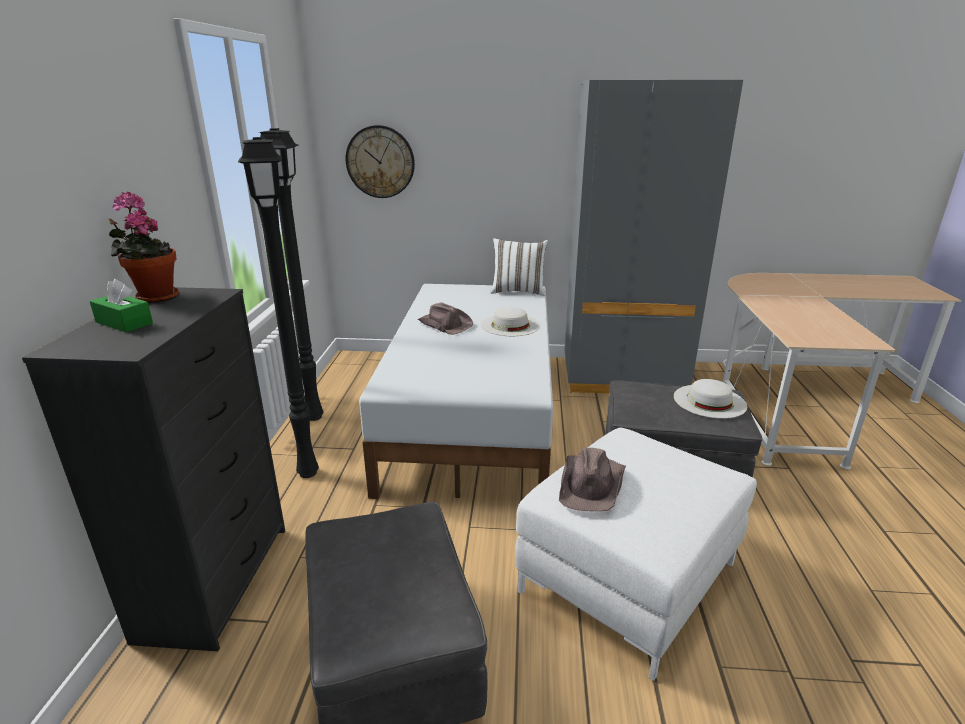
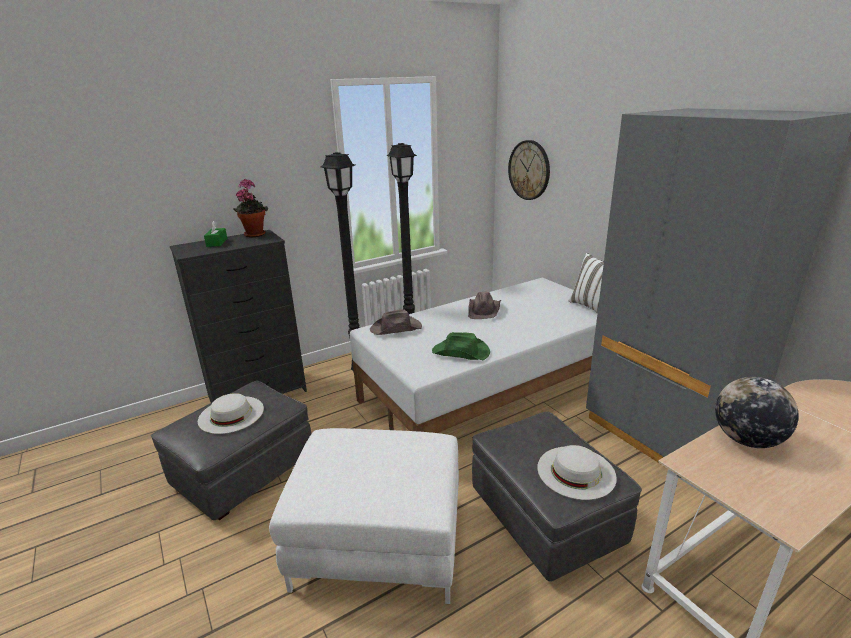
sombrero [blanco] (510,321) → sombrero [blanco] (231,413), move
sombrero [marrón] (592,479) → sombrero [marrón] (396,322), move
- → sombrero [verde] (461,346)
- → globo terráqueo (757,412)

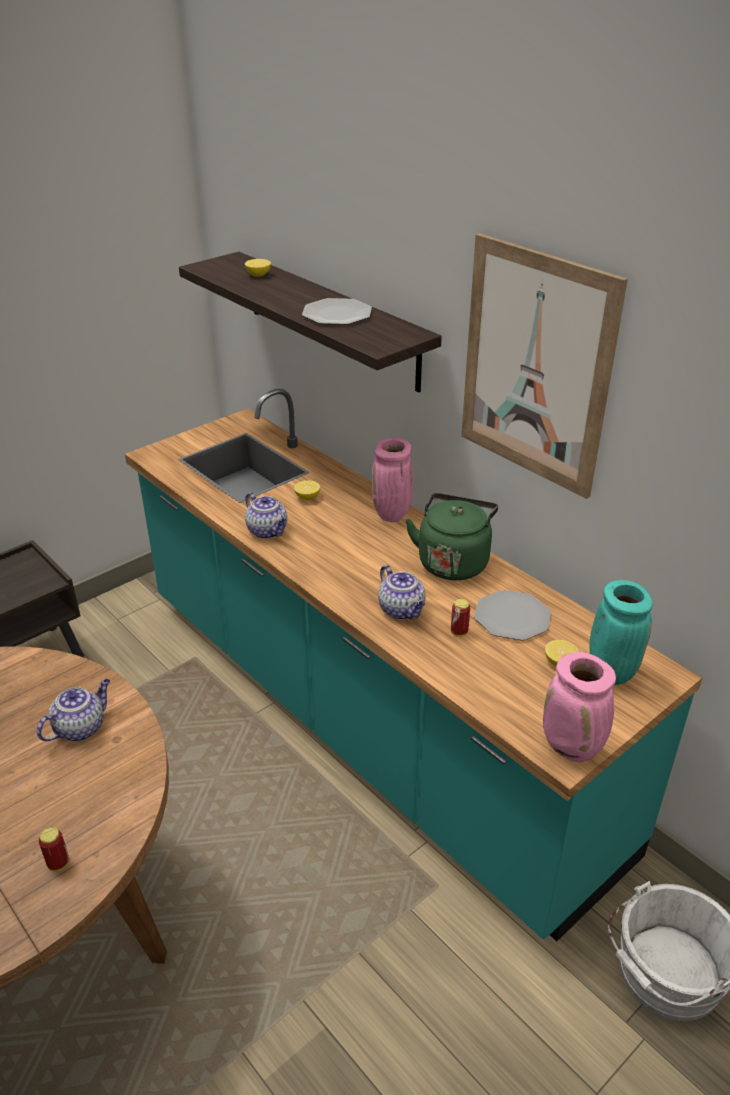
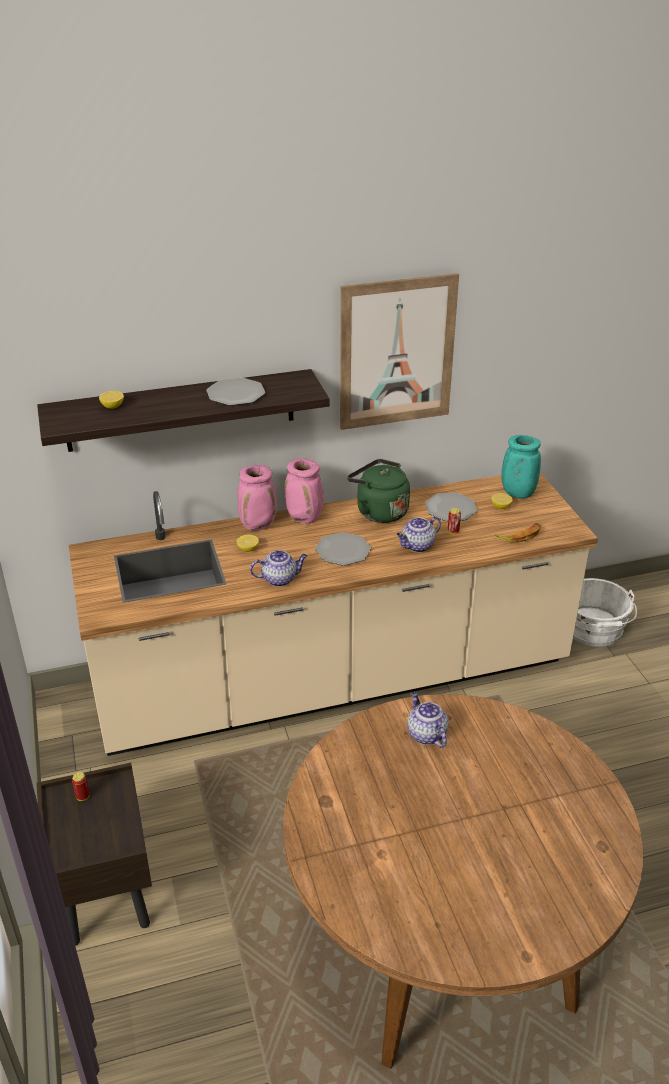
mueble bajo de cocina [turquesa] (413,665) → mueble bajo de cocina [beis] (333,614)
lata (54,849) → lata (81,786), move
florero [rosa] (579,707) → florero [rosa] (257,498), move
- → plato (343,549)
tetera (402,592) → tetera (419,534), 150 degrees clockwise
- → plátano (517,532)

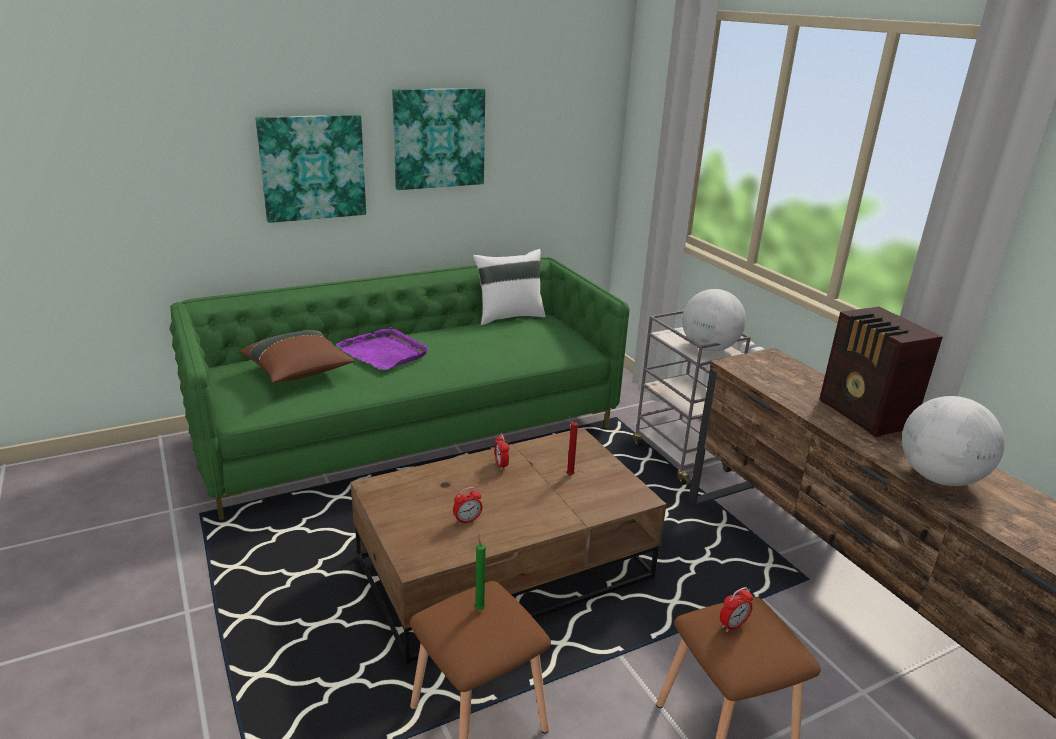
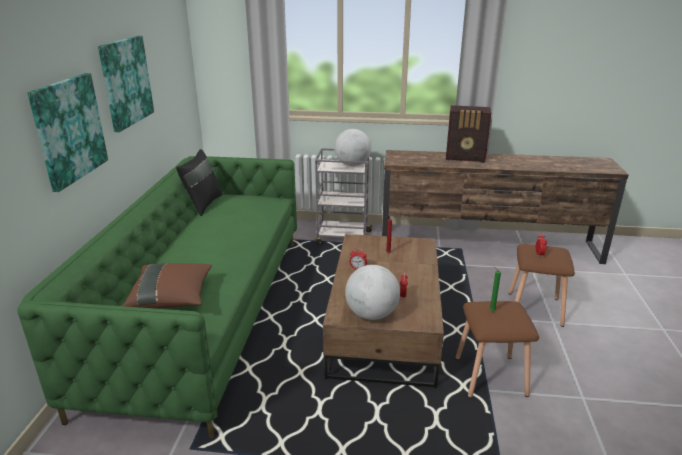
cojín [blanco] (509,287) → cojín [negro] (199,182)
globo terráqueo (953,441) → globo terráqueo (372,292), move
bandeja [morado] (382,348) → -

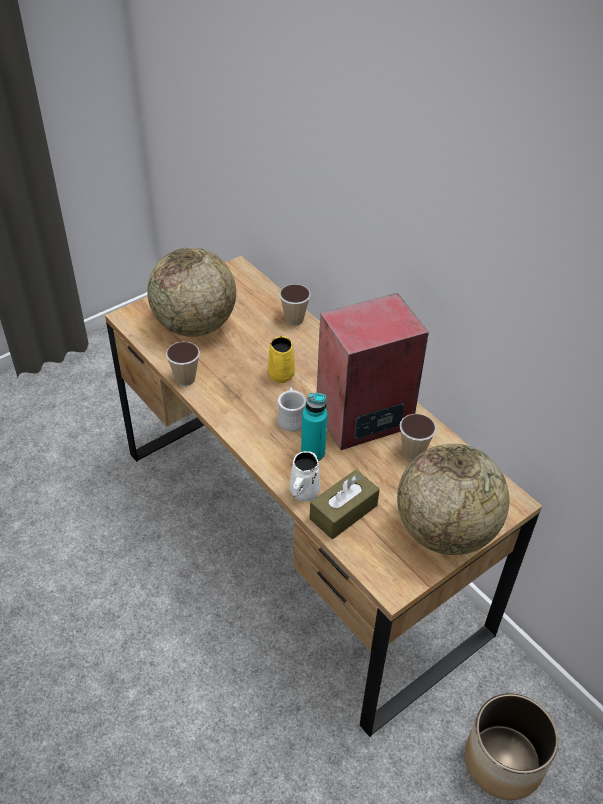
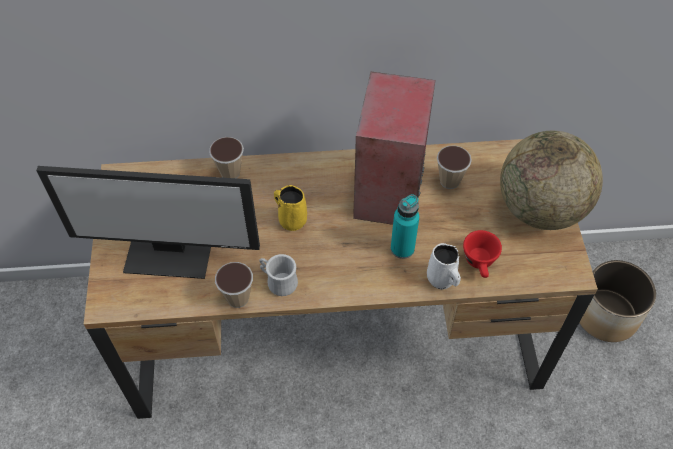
globo terráqueo (191,292) → monitor (148,222)
taza grande [blanco] (291,409) → taza grande [blanco] (278,275), move
caja de pañuelos [marrón] (344,504) → taza [rojo] (482,254)

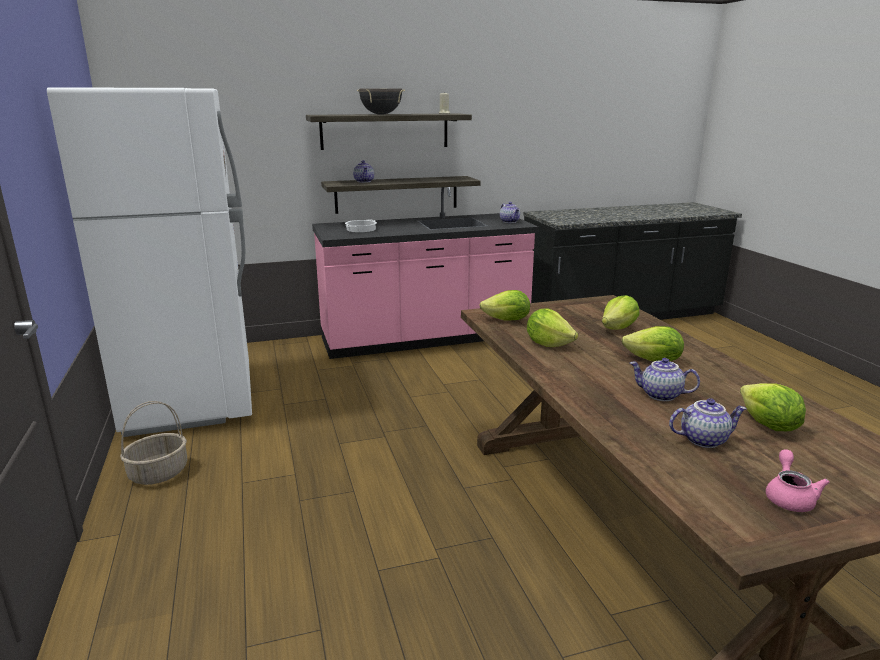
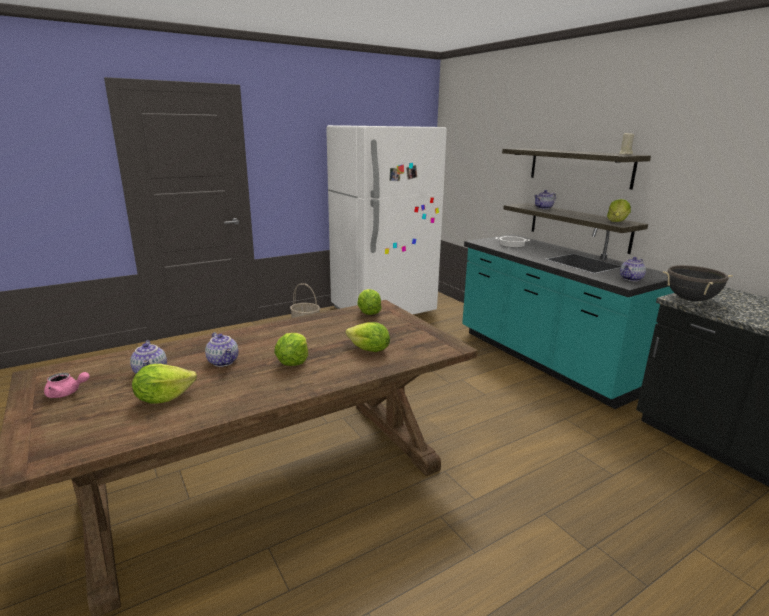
tetera (665,379) → tetera (222,350), 135 degrees clockwise
mueble bajo de cocina [rosa] (425,273) → mueble bajo de cocina [turquesa] (568,318)
lechuga (552,328) → lechuga (619,210), move
olla [negro] (381,101) → olla [negro] (698,283), move

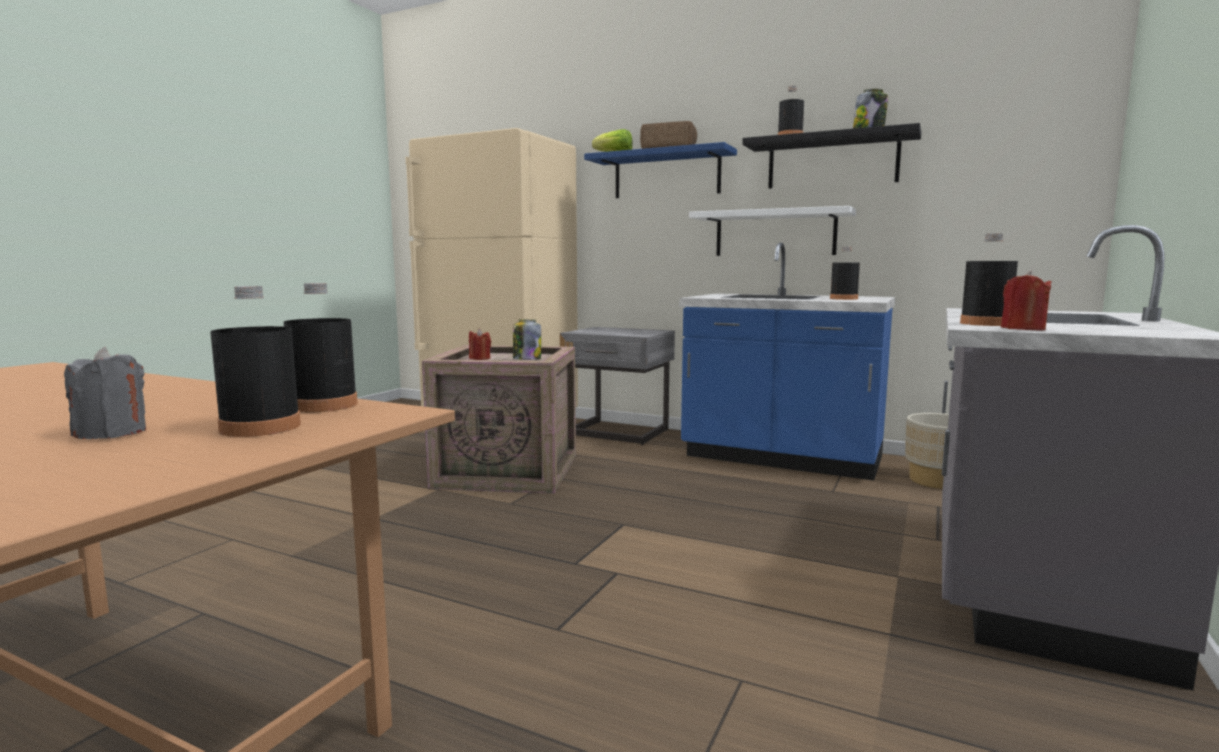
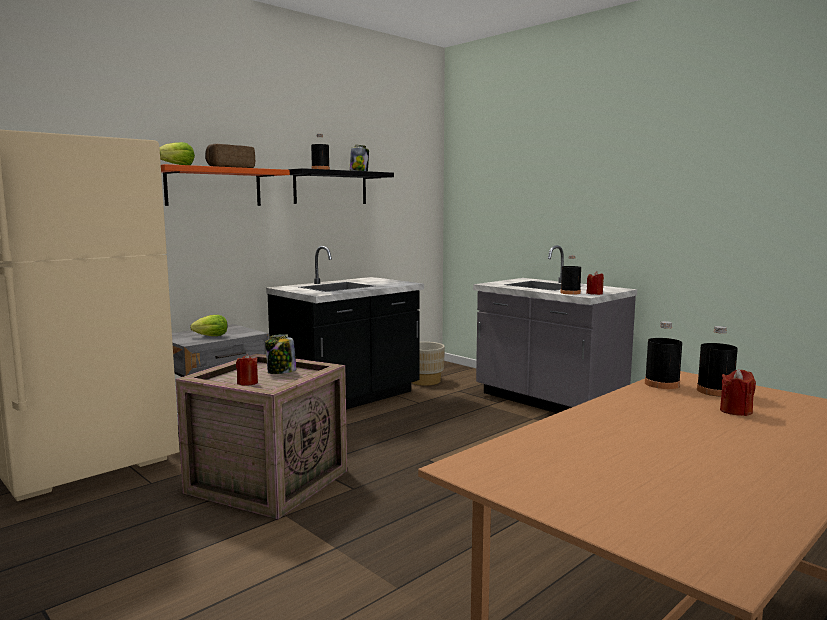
estante [azul] (660,170) → estante [naranja] (225,185)
- → lechuga (208,325)
mueble bajo de cocina [azul] (787,361) → mueble bajo de cocina [negro] (345,328)
vela [gris] (105,393) → vela [rojo] (738,392)
estante [blanco] (772,231) → -
botella [negro] (845,273) → -

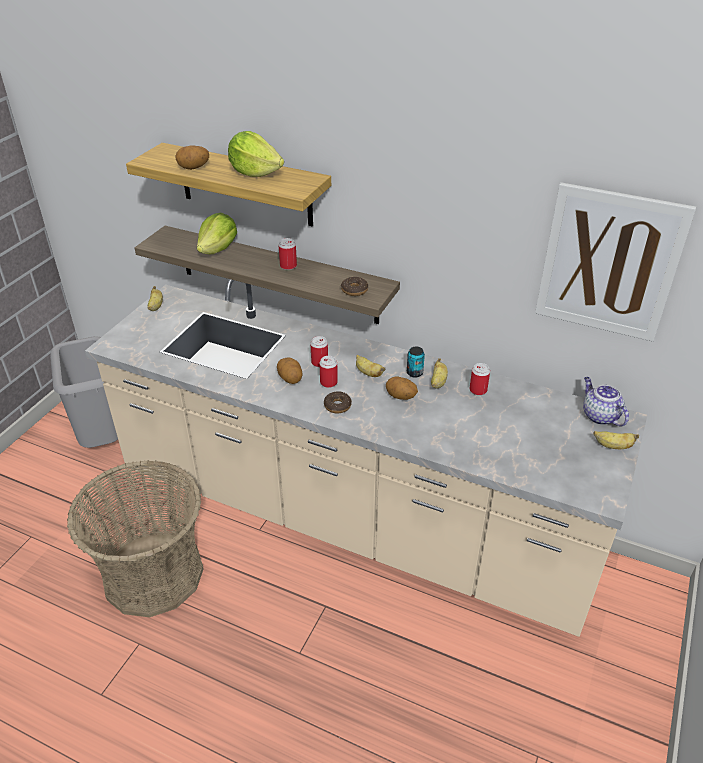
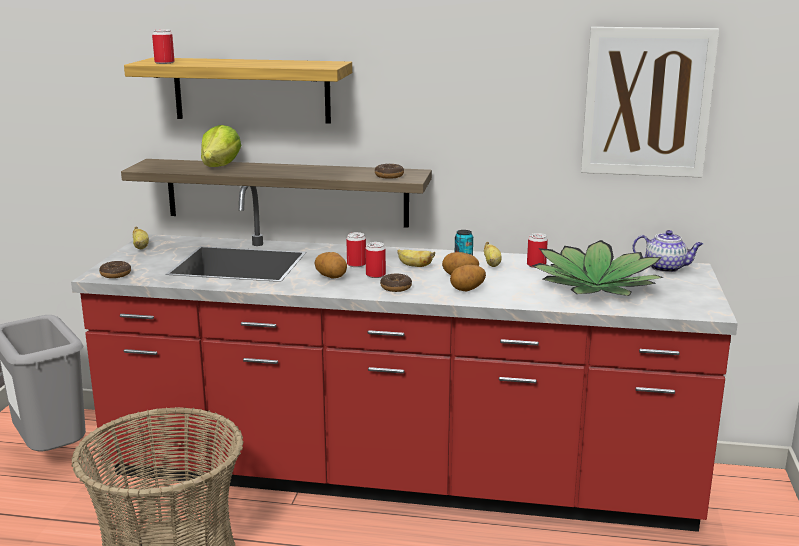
mueble bajo de cocina [beis] (366,458) → mueble bajo de cocina [rojo] (404,359)
- → rosquilla (115,269)
lata (288,254) → lata (163,46), move
patata (192,157) → patata (468,278), move
- → planta en maceta (598,268)
tetera (606,401) → tetera (668,251), 150 degrees clockwise
lechuga (256,154) → -
plátano (616,440) → -

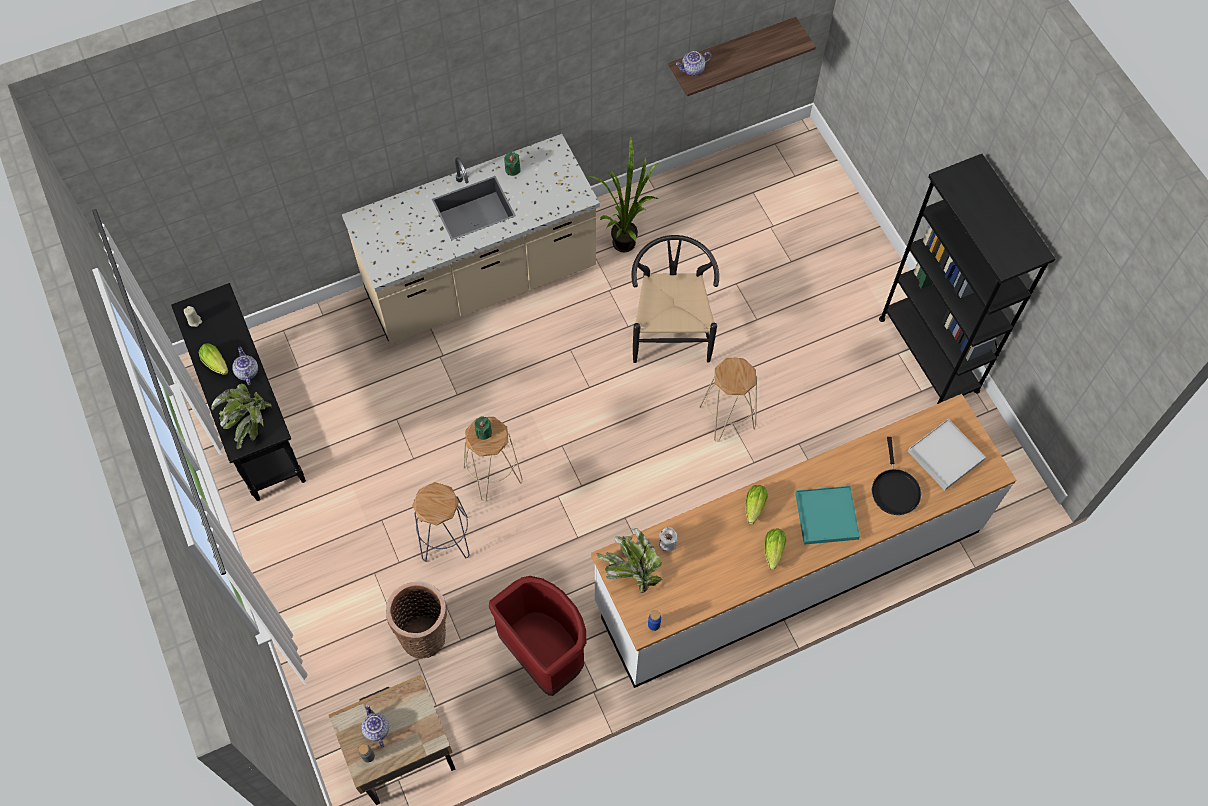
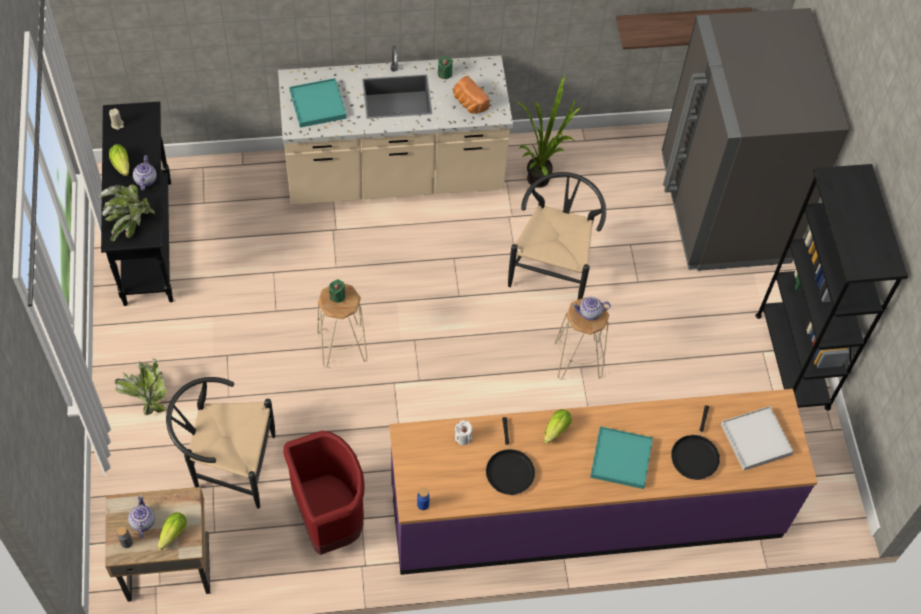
planta en maceta (630,560) → planta en maceta (141,386), move
lechuga (775,549) → lechuga (172,531), move
cesta (416,620) → silla [negro] (220,443)
- → bandeja [turquesa] (317,103)
mueble bajo de cocina [blanco] (803,541) → mueble bajo de cocina [morado] (603,482)
- → pan (471,95)
- → sartén [negro] (510,456)
tetera (694,63) → tetera (591,308), move
- → nevera [gris] (755,139)
taburete [gris] (441,522) → -

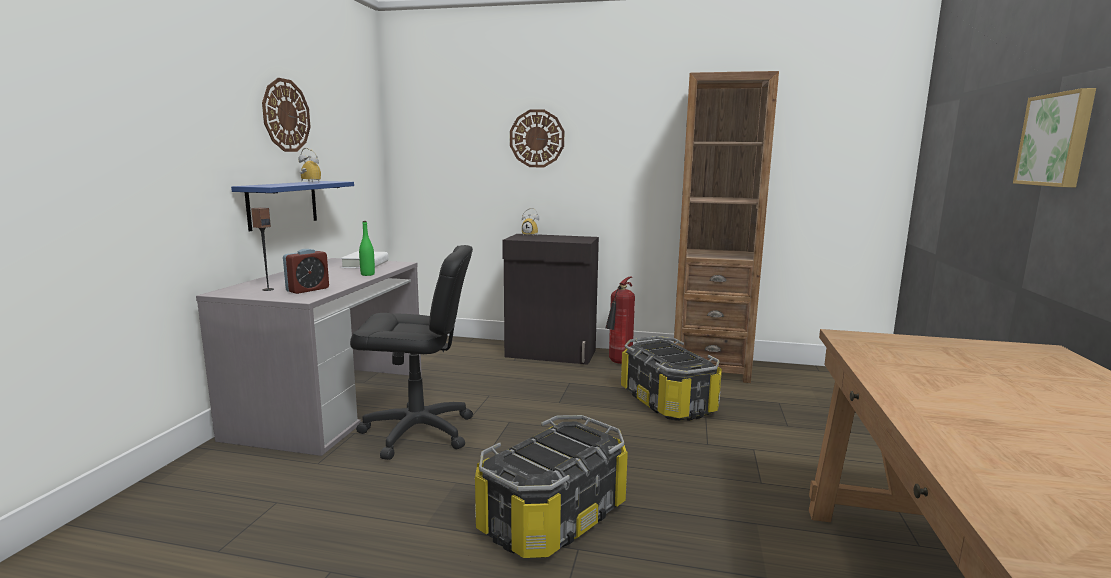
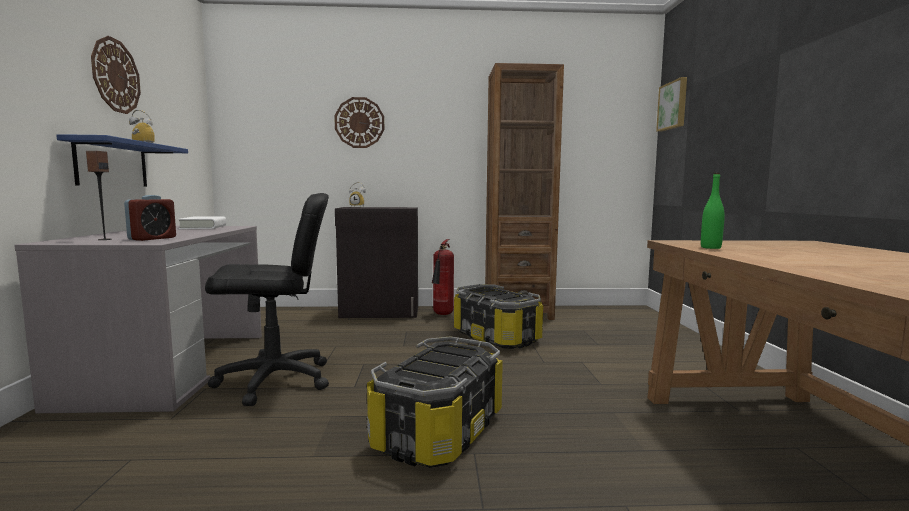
cuadro (1054,137) → cuadro (671,104), move
botella [verde] (367,248) → botella [verde] (713,211), move

